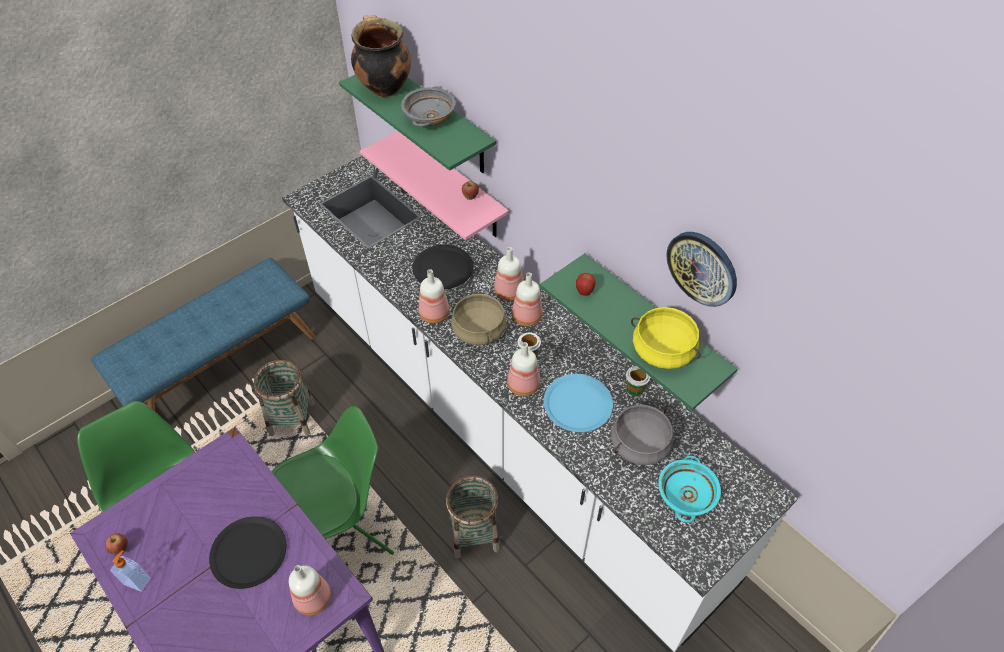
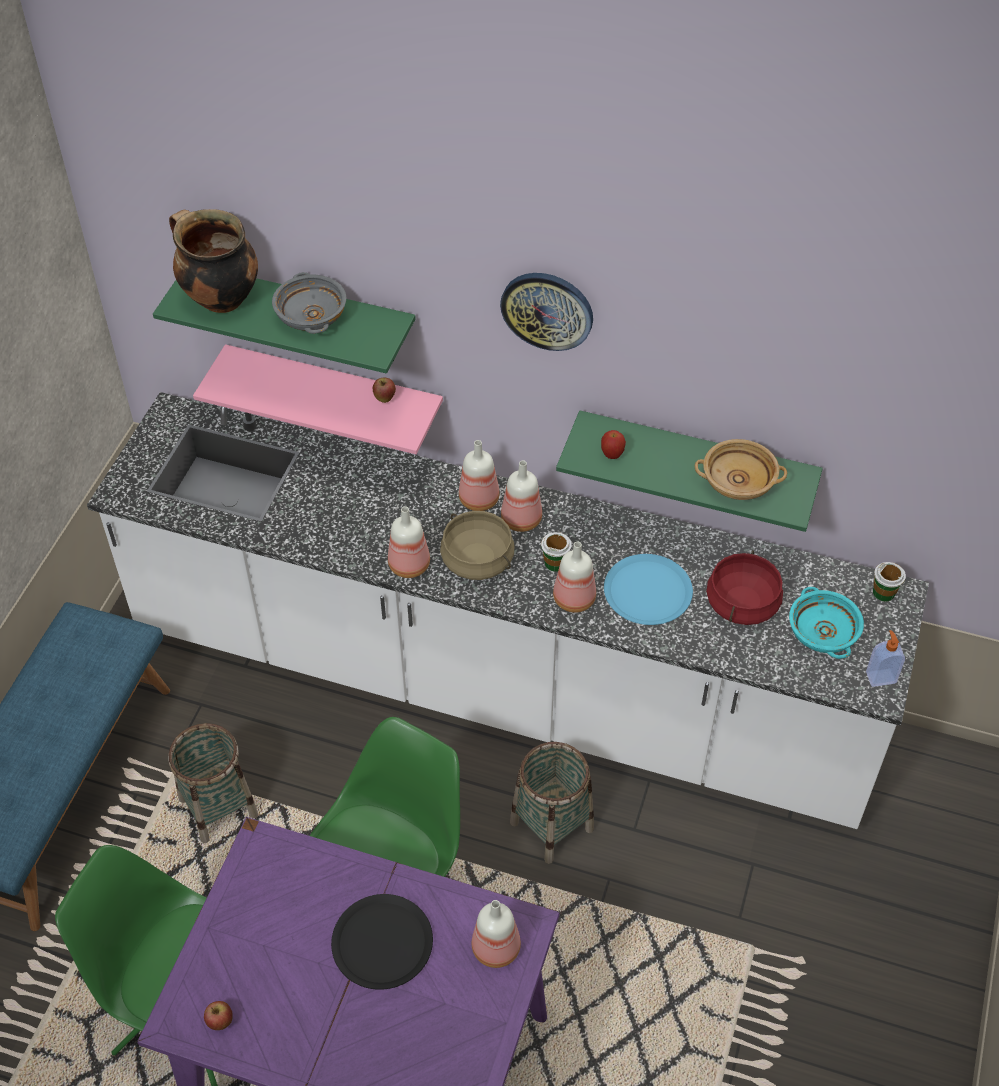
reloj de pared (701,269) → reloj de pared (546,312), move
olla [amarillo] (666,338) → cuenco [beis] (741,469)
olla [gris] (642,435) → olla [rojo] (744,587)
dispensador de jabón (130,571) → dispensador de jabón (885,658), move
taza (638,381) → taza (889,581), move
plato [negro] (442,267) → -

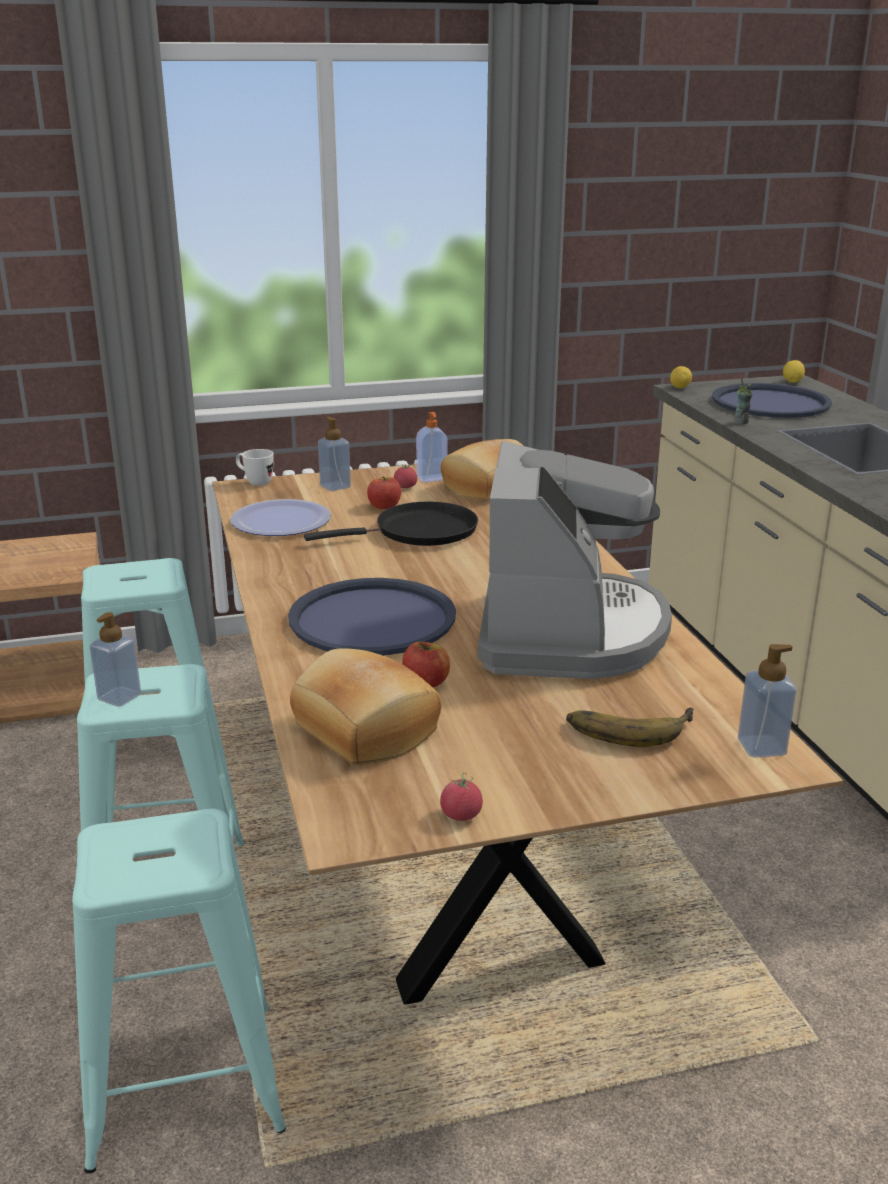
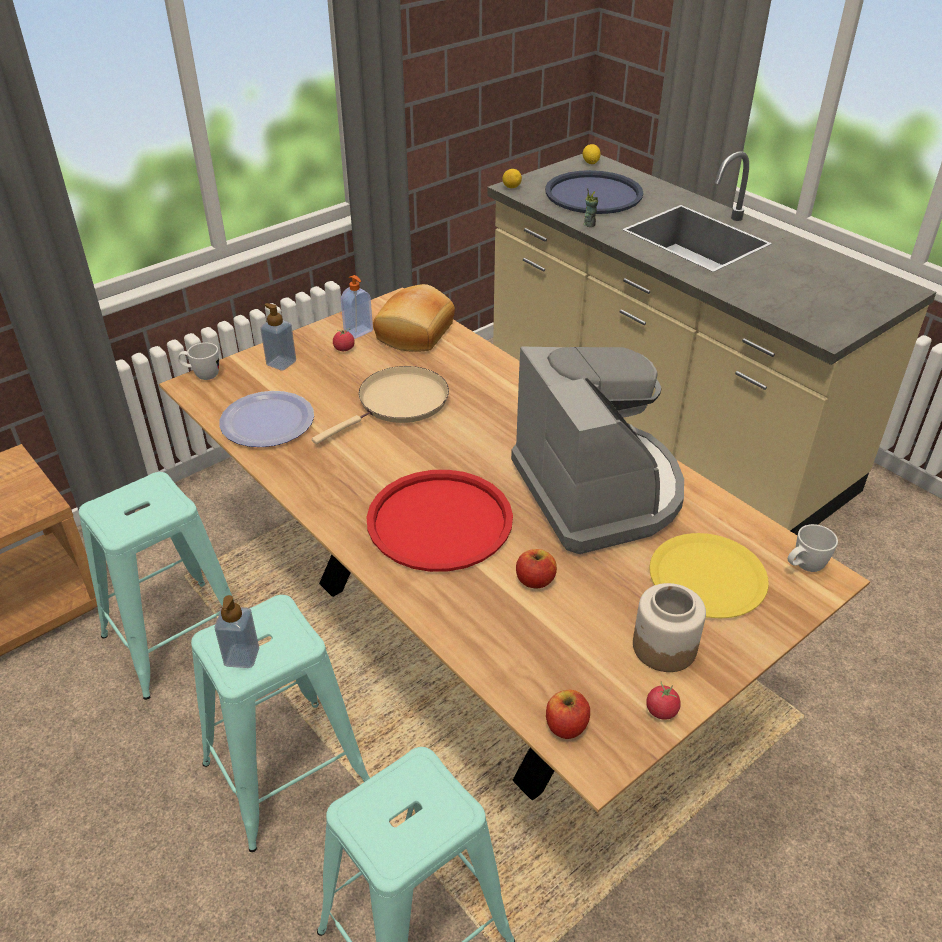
sartén [negro] (391,523) → sartén [beis] (380,405)
bandeja [azul] (372,617) → bandeja [rojo] (439,521)
manzana (384,492) → manzana (568,714), move
- → tarro (669,627)
plátano (630,727) → plato [amarillo] (709,575)
dispensador de jabón (767,701) → taza grande [blanco] (813,548)
pan (366,706) → -

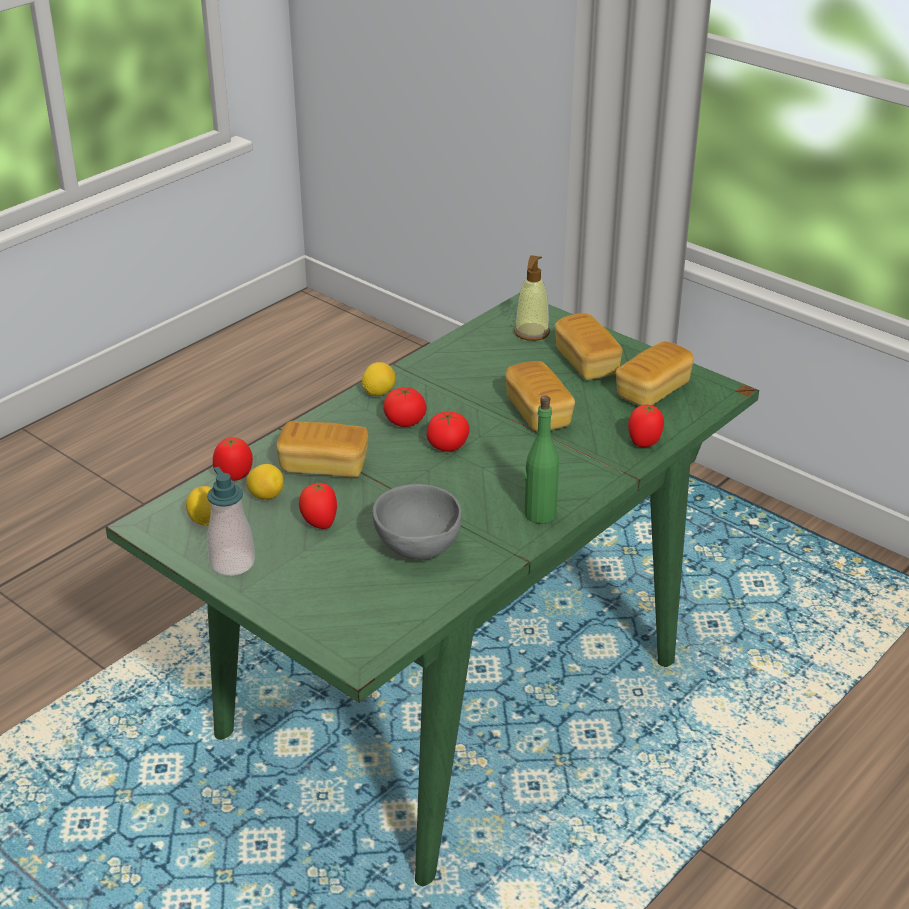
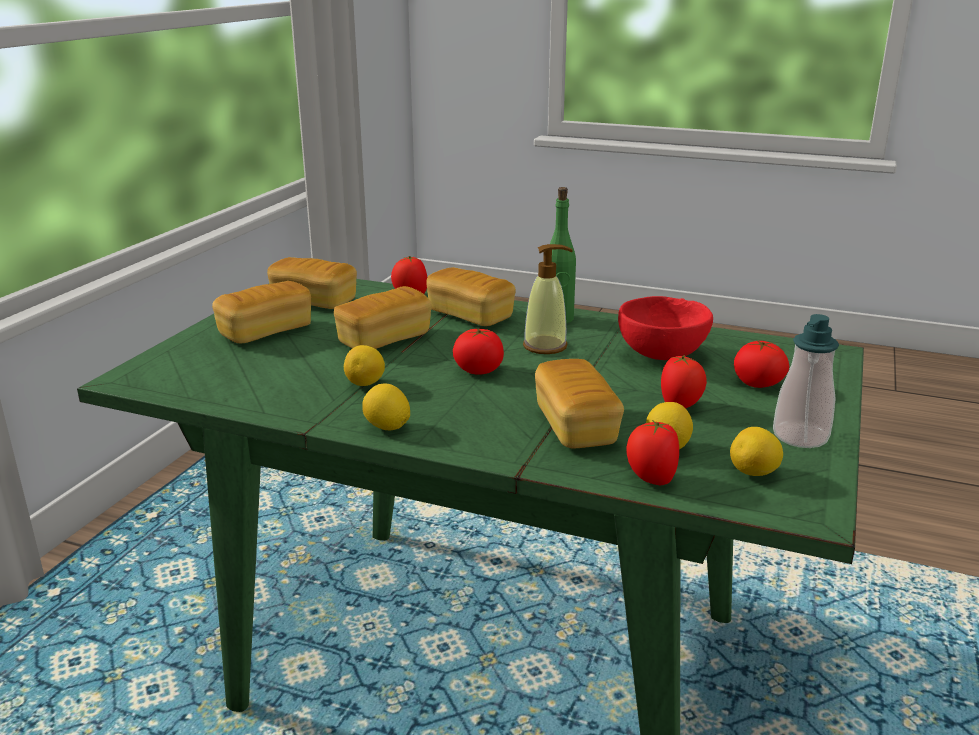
- → limón (364,365)
- → pan (471,296)
dispensador de jabón (532,298) → dispensador de jabón (548,299), move
cuenco [gris] (417,522) → cuenco [rojo] (665,328)
tomate (404,407) → tomate (761,363), move

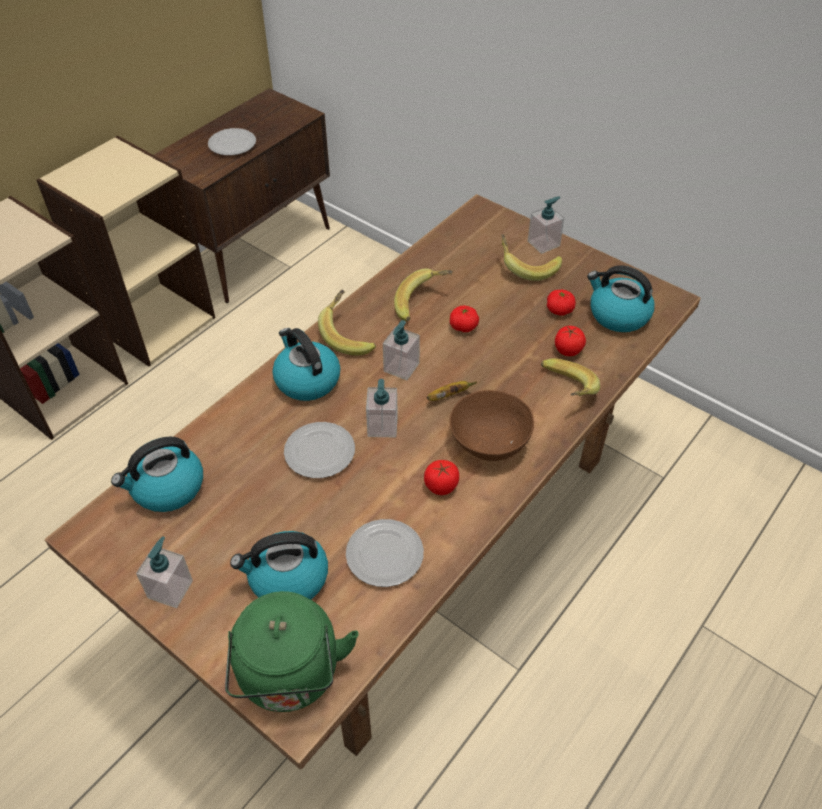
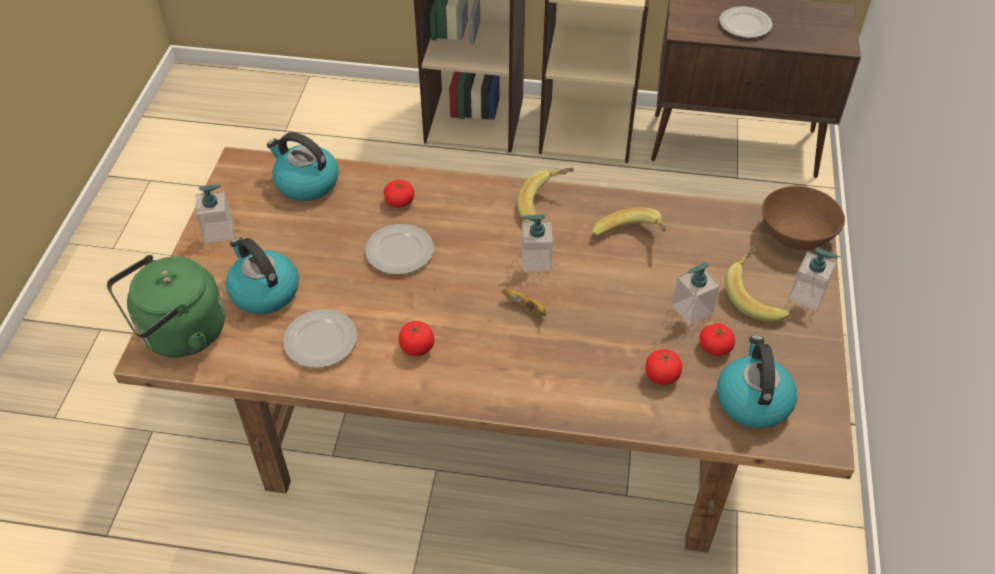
tomate (464,319) → tomate (399,194), move
dispensador de jabón (382,408) → dispensador de jabón (696,293), move
cuenco [marrón] (491,425) → cuenco [marrón] (803,218), move
hervidor (306,364) → -
plátano (570,377) → -

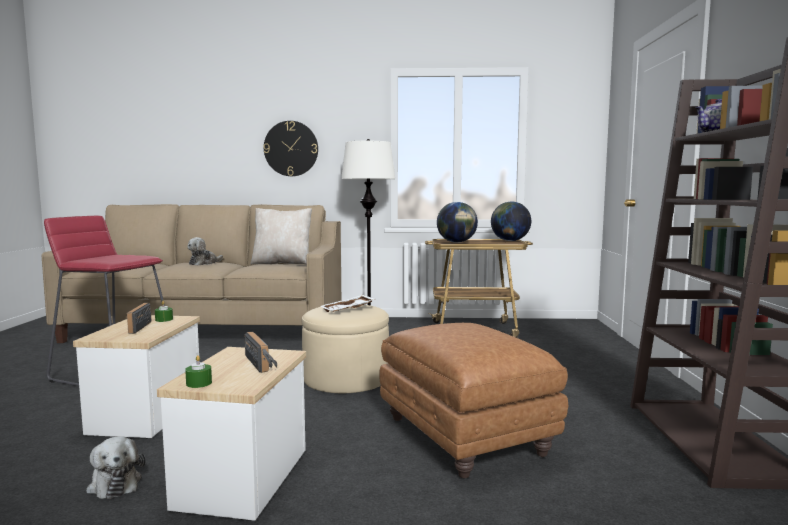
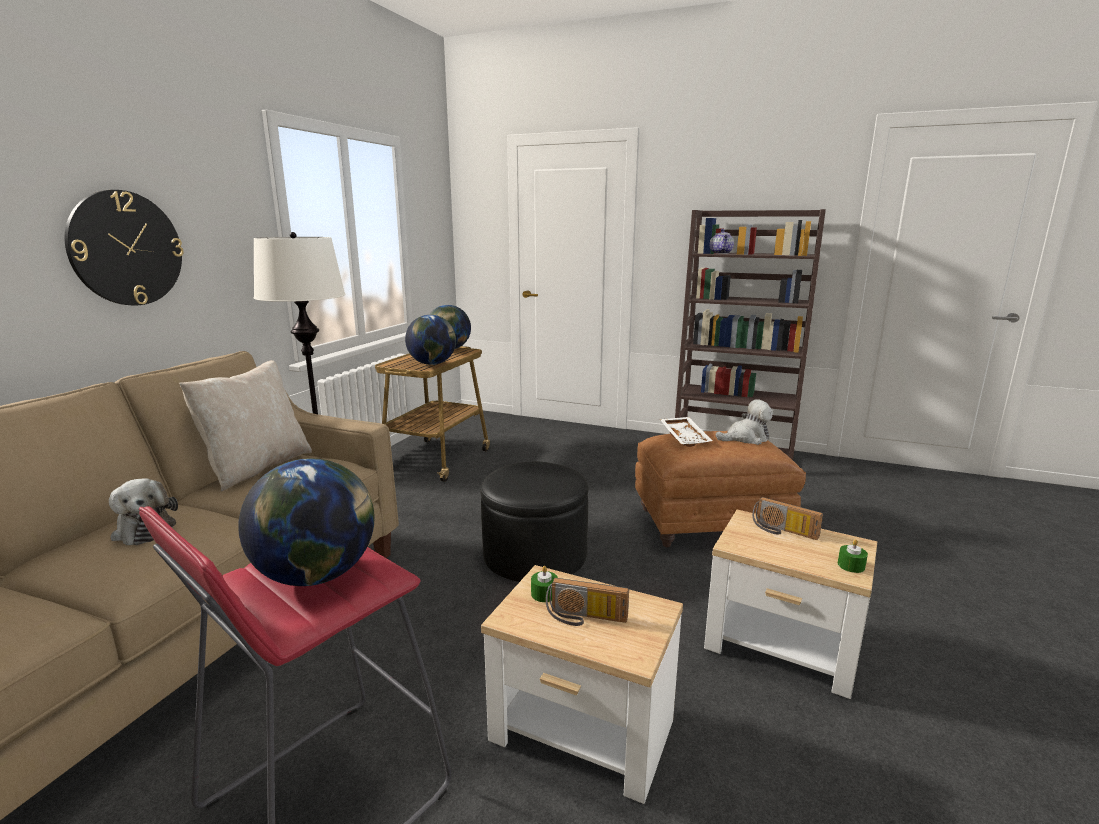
- → globo terráqueo (306,522)
puf [beis] (345,349) → puf [negro] (534,522)
bandeja [blanco] (347,303) → bandeja [blanco] (686,432), move
peluche (115,467) → peluche (744,422), move
radio (261,352) → radio (787,518), 135 degrees counterclockwise

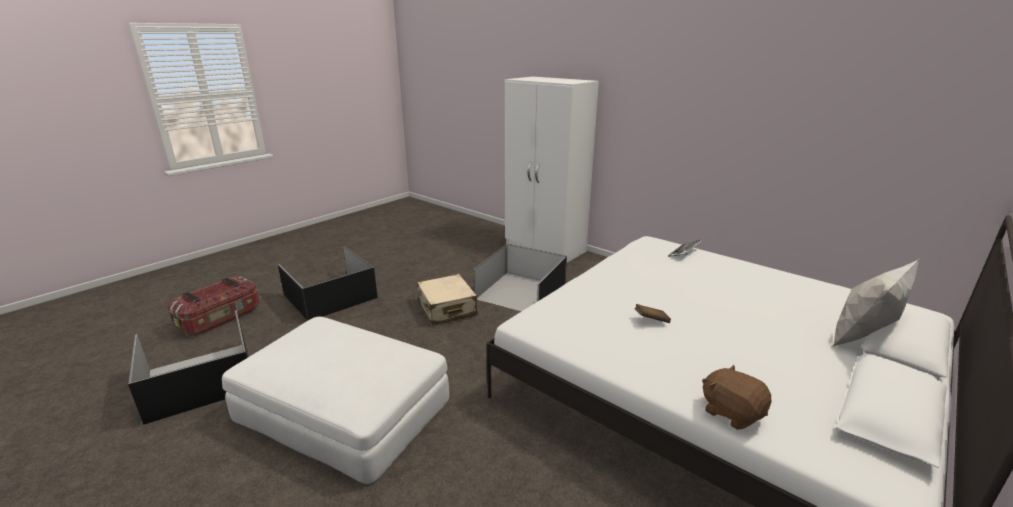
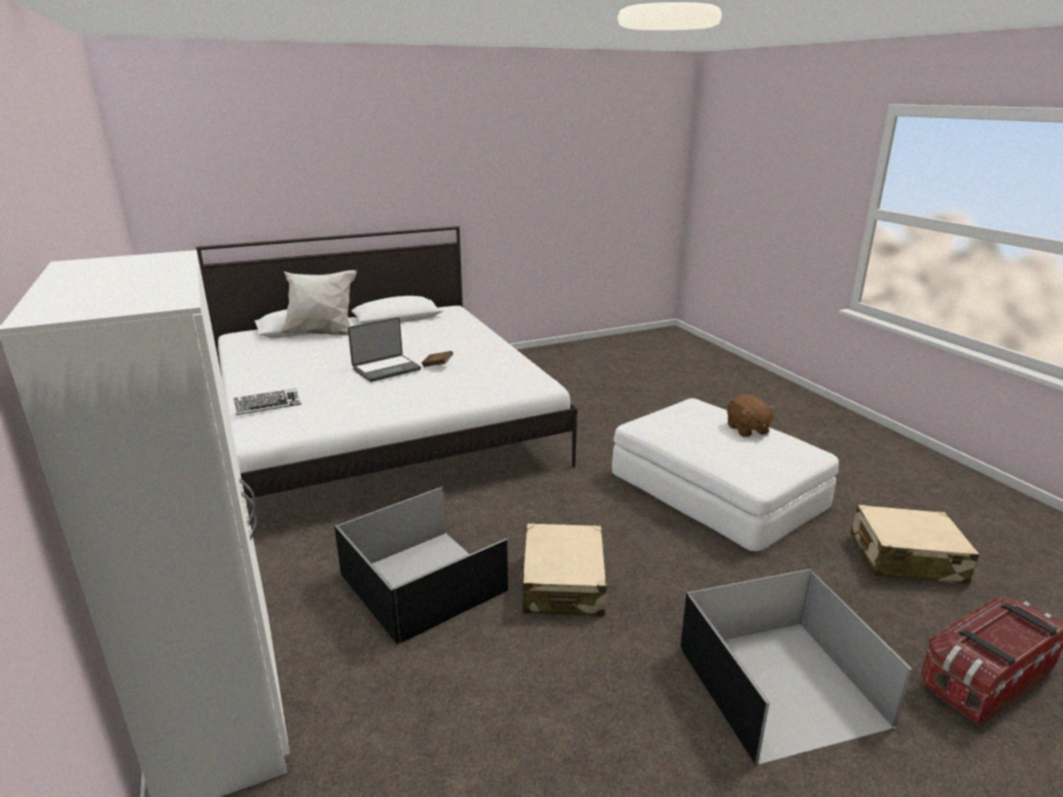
- → portátil (384,349)
peluche [marrón] (736,397) → peluche [marrón] (751,415), move
caja de almacenaje [negro] (188,367) → maleta [beis] (914,544)

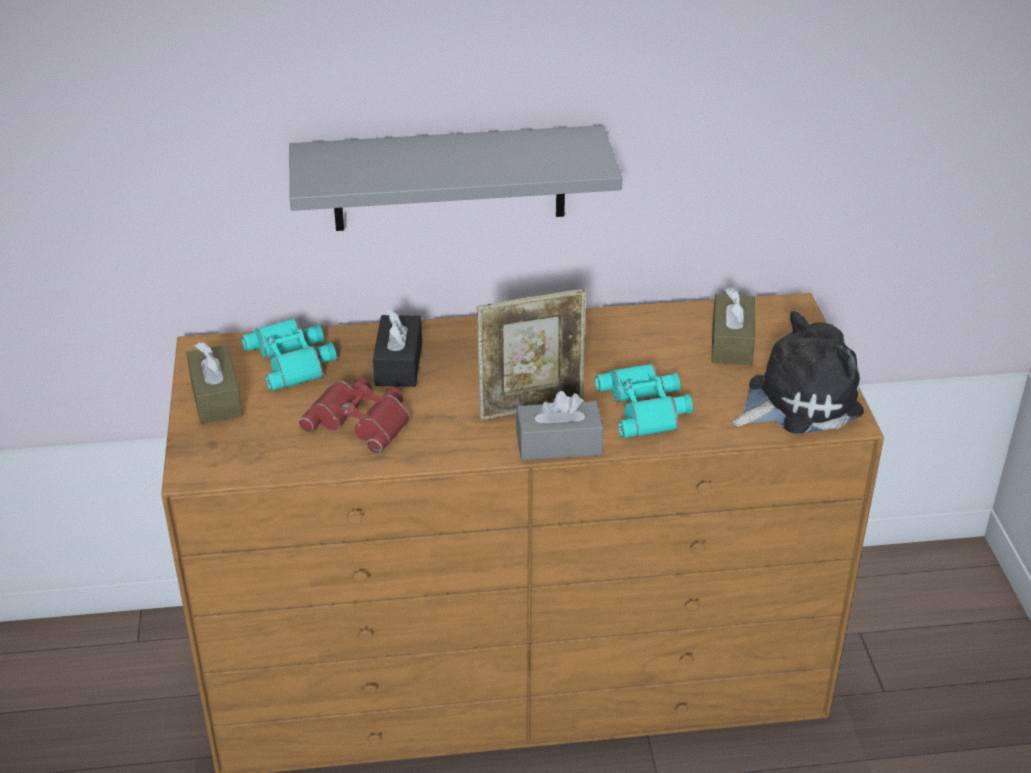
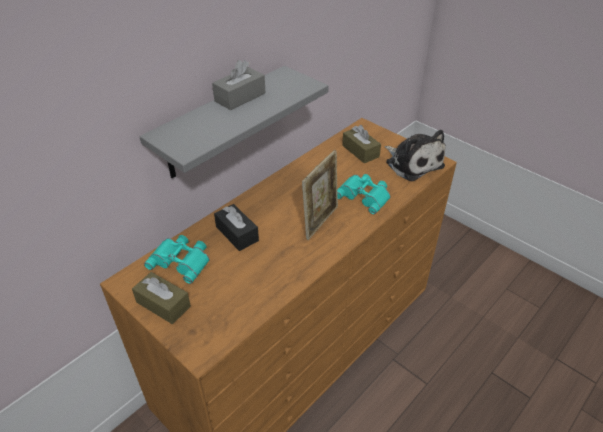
caja de pañuelos [gris] (560,425) → caja de pañuelos [gris] (238,85), move
peluche (798,372) → peluche (415,155), 120 degrees clockwise
prismáticos [rojo] (354,416) → -

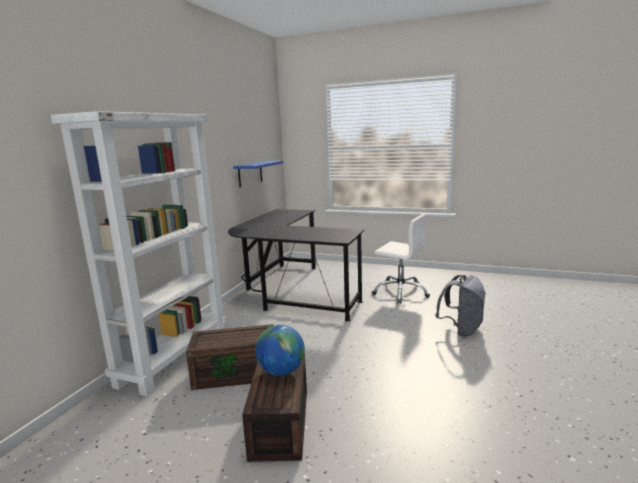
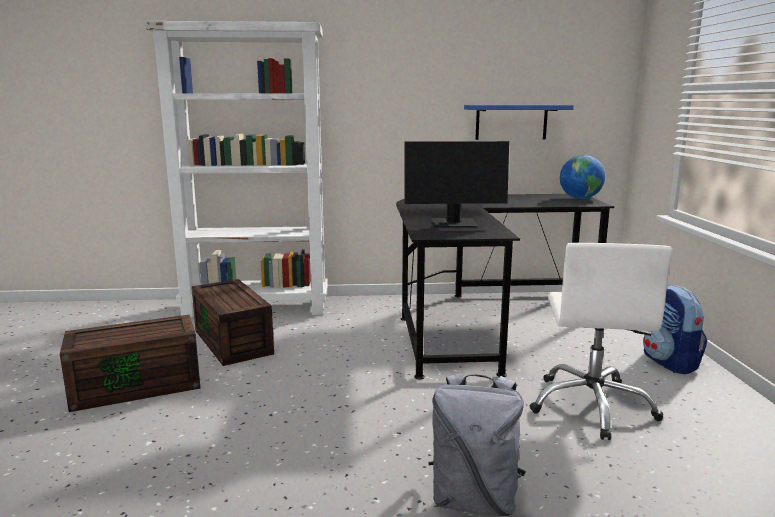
- → monitor (457,184)
globo terráqueo (280,350) → globo terráqueo (582,177), move
- → mochila (675,329)

